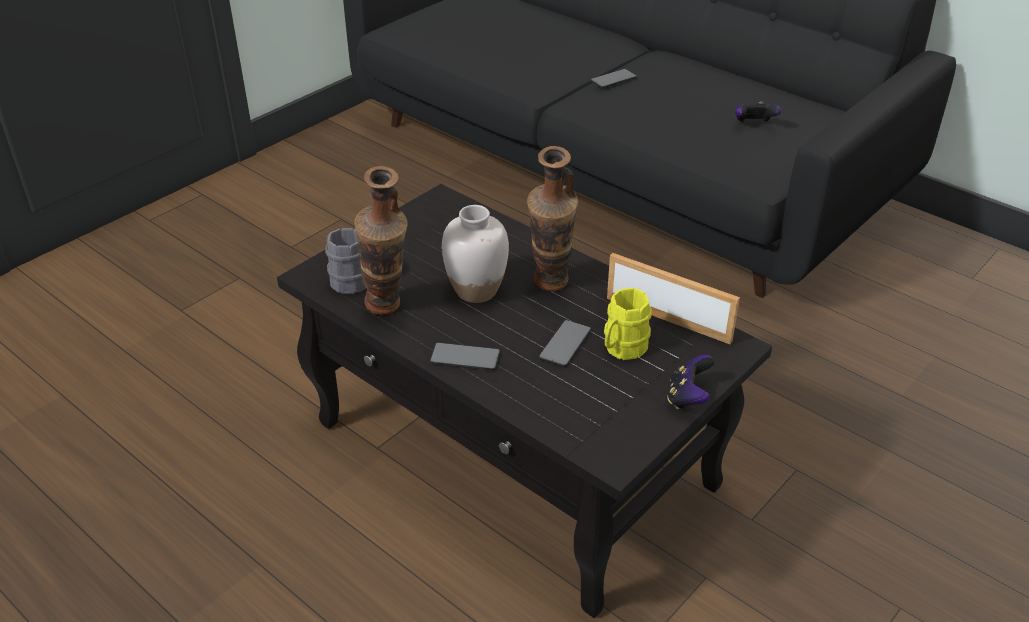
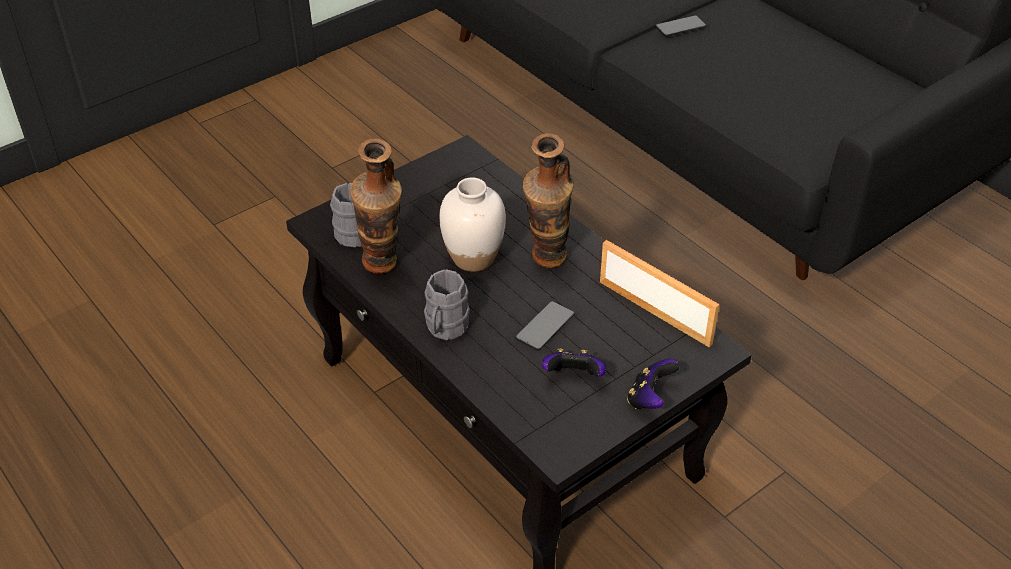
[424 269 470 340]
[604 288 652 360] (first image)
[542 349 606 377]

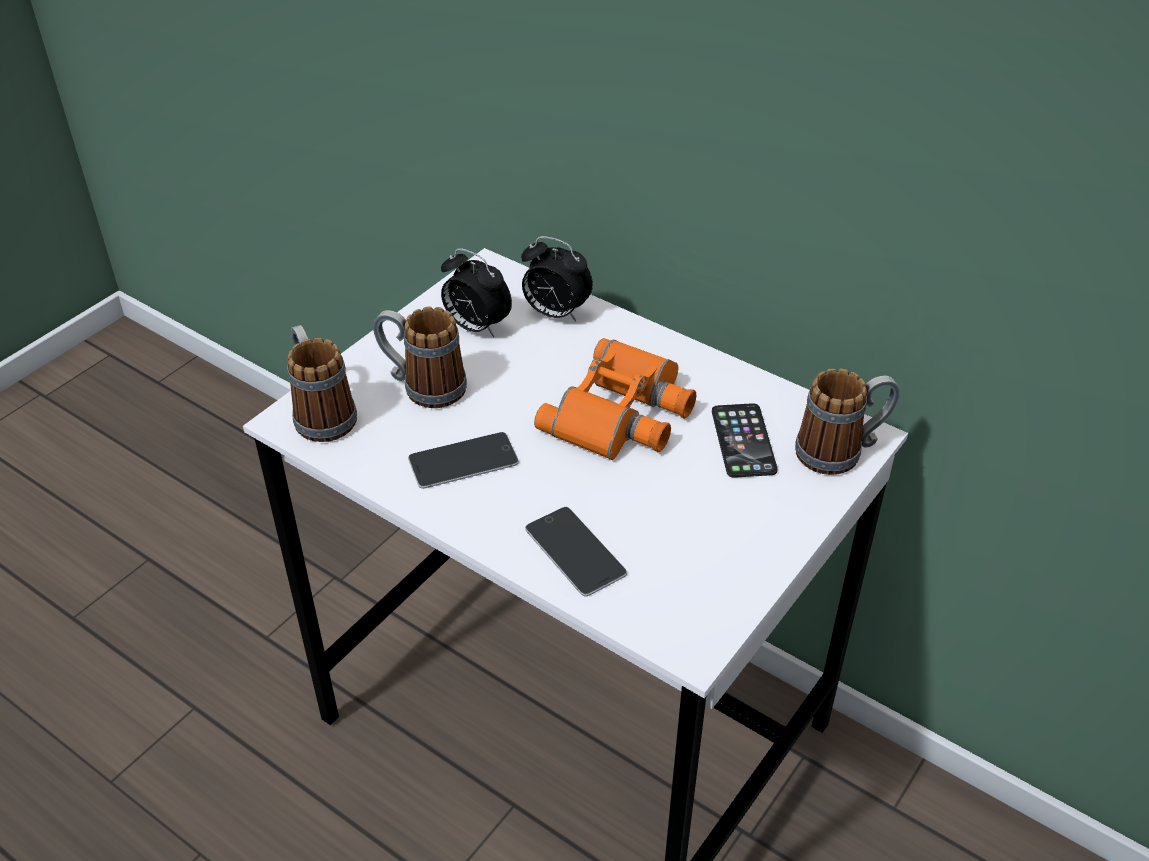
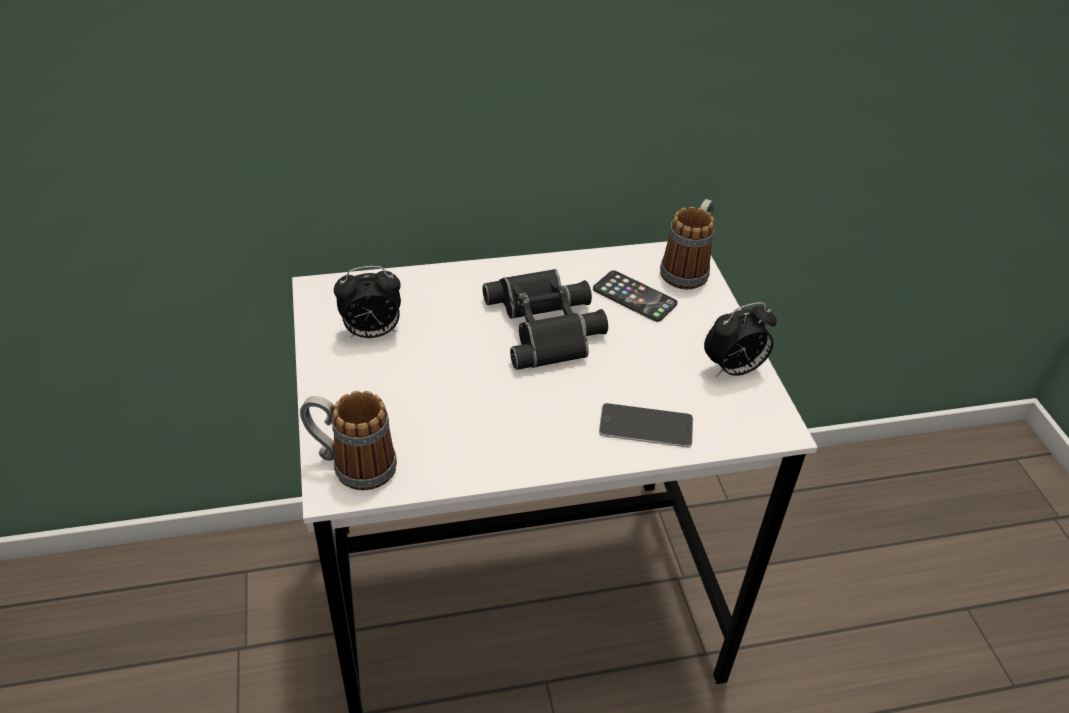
[373 307 467 408] (first image)
[408 432 519 489] (first image)
[704 302 777 377]
[483 269 608 370]

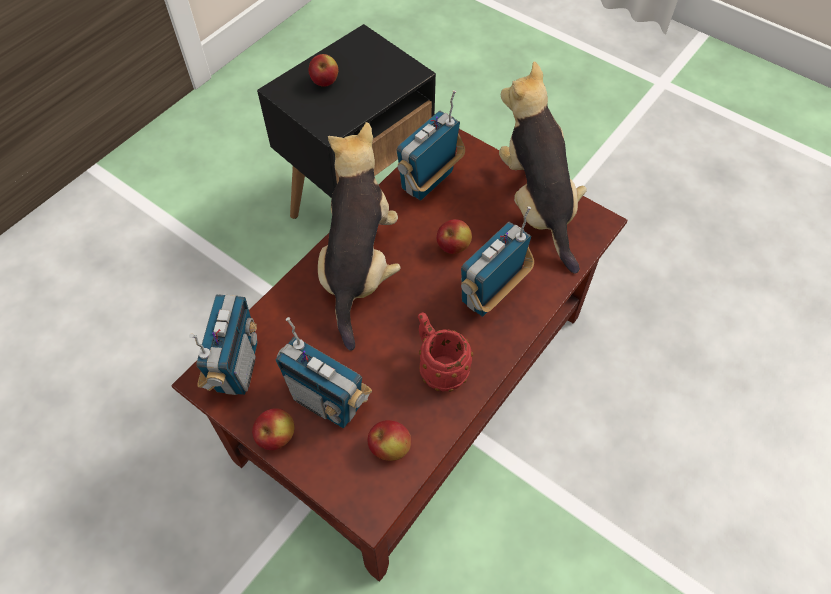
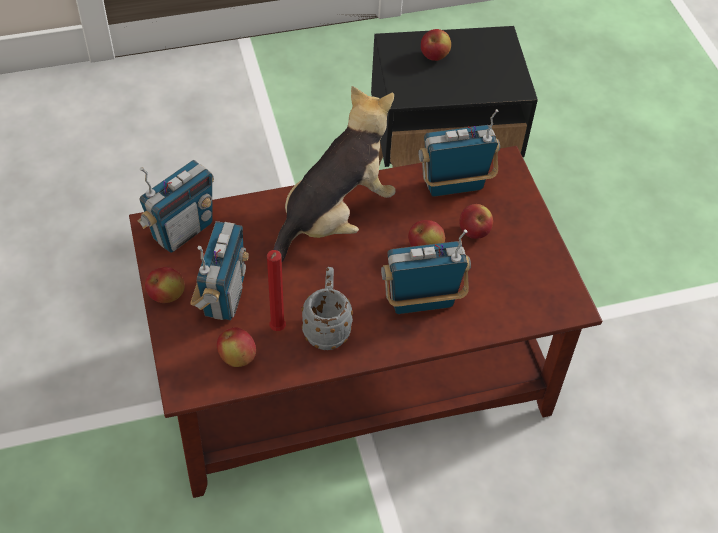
[191 221 249 320]
[301 267 353 350]
[499 61 587 274] (first image)
[267 250 286 331]
[459 204 493 239]

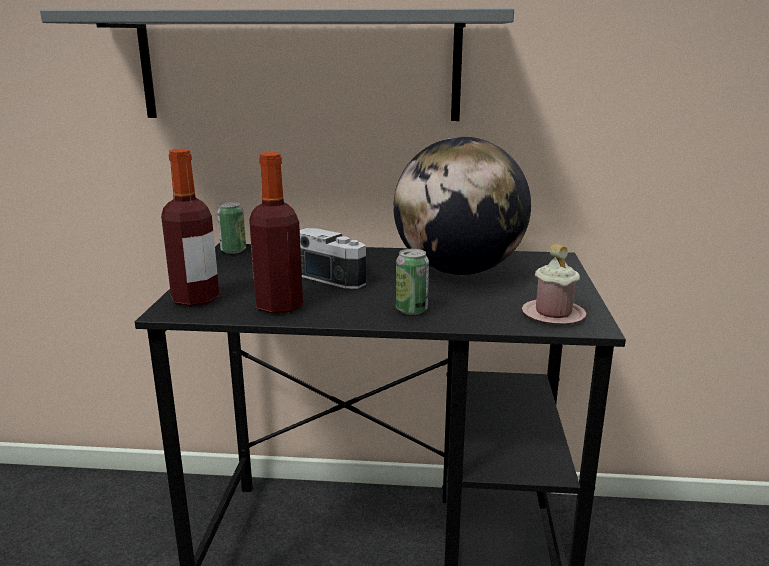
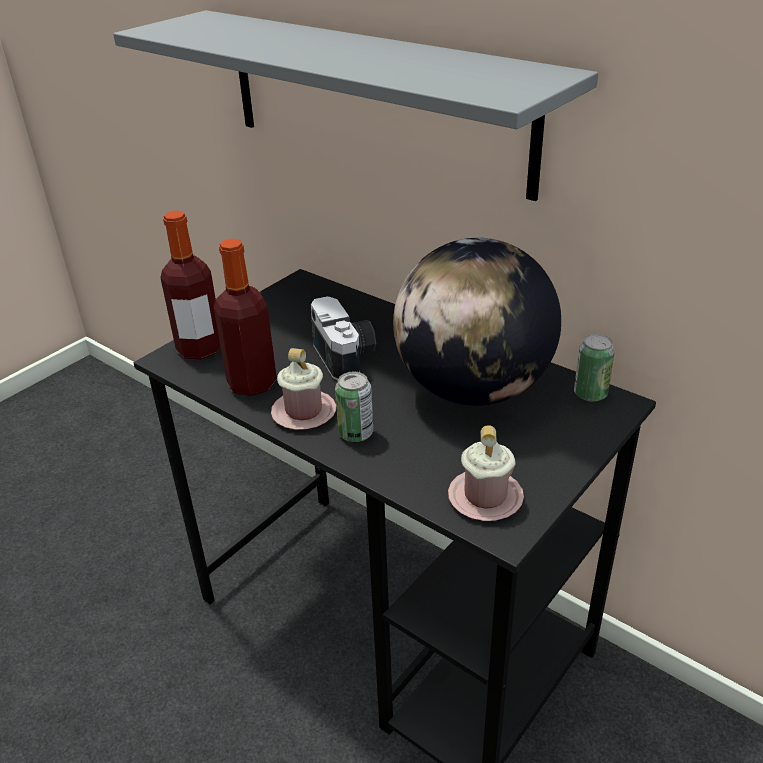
[574 334 615 402]
[271 348 336 430]

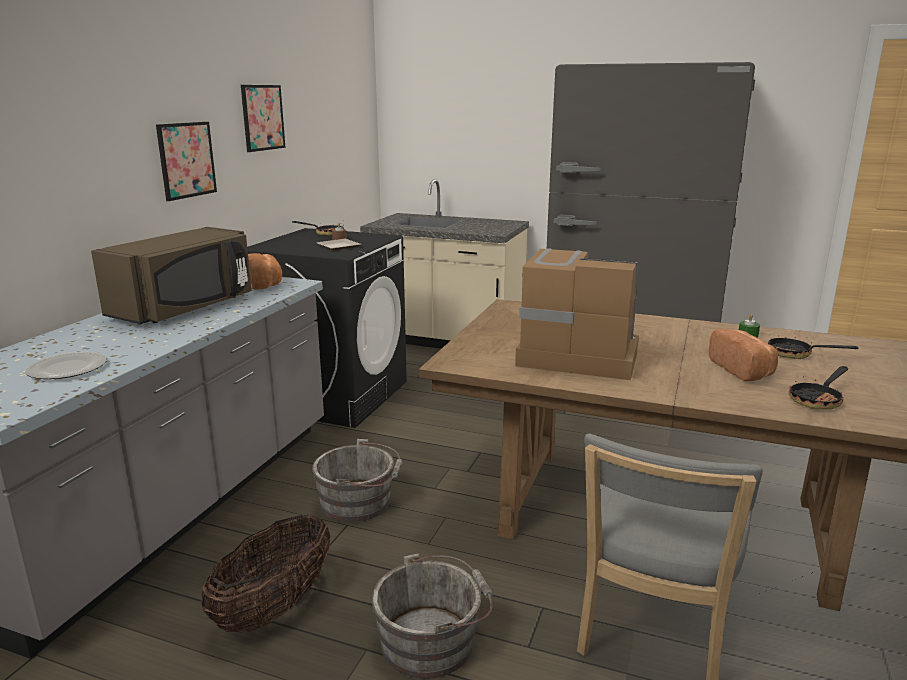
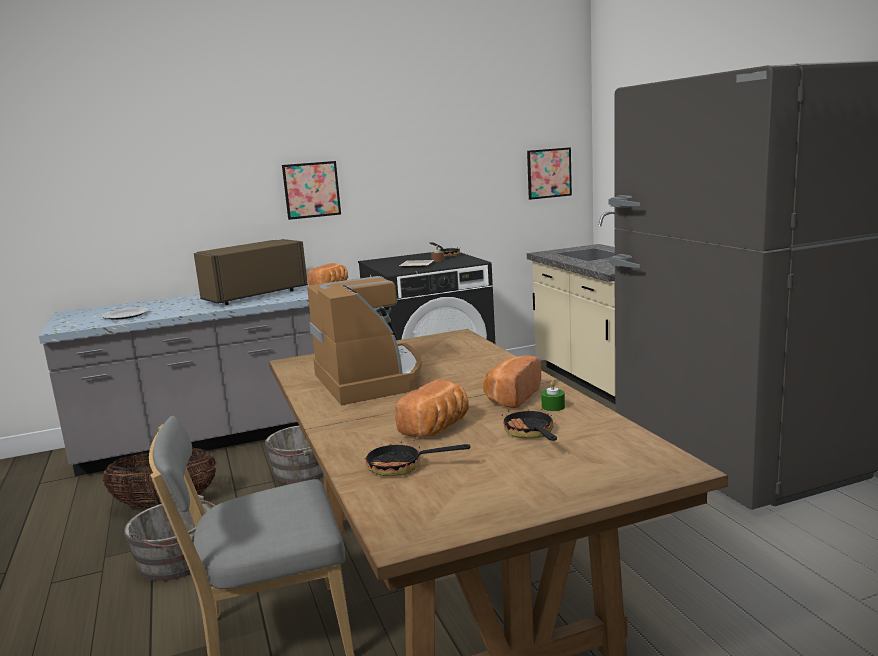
[194 239 308 305]
[527 147 572 200]
[483 355 541 408]

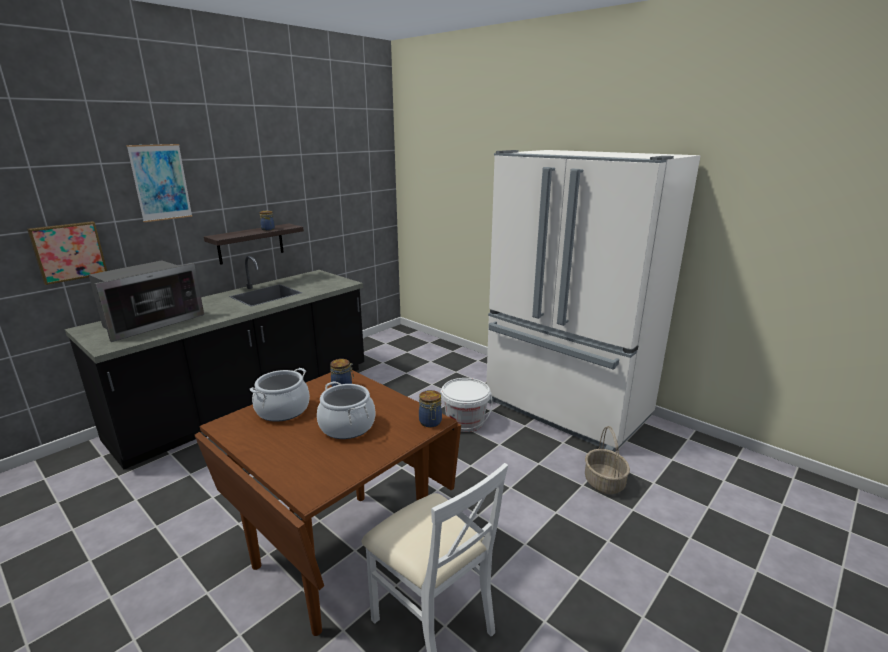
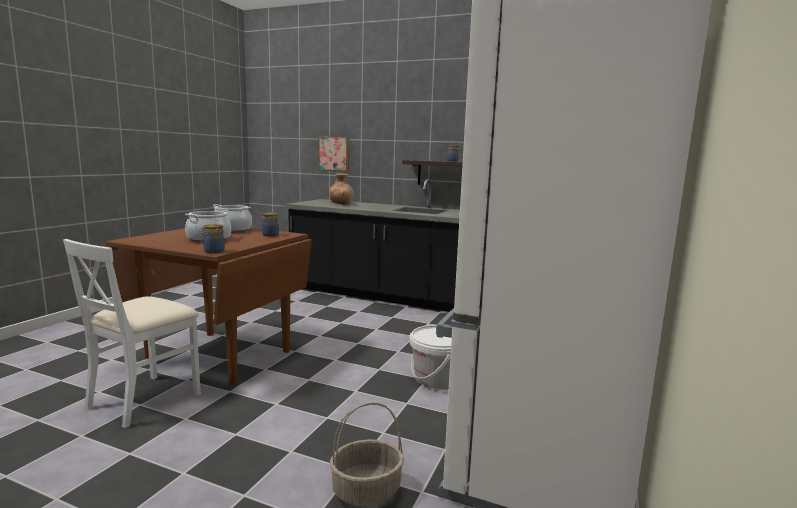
[329 173 354 204]
[126 144 192 222] (first image)

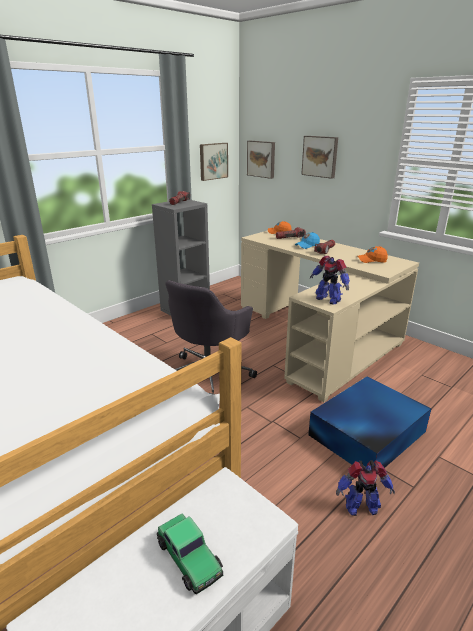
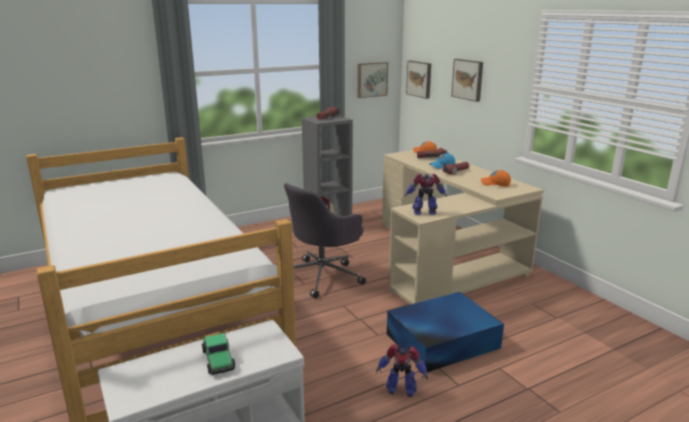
[405 173 447 215]

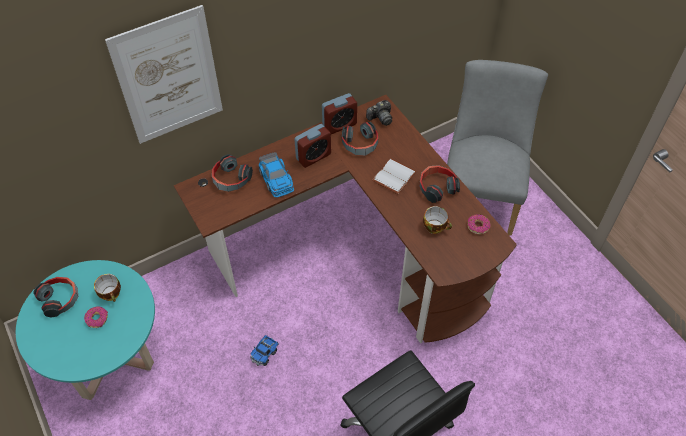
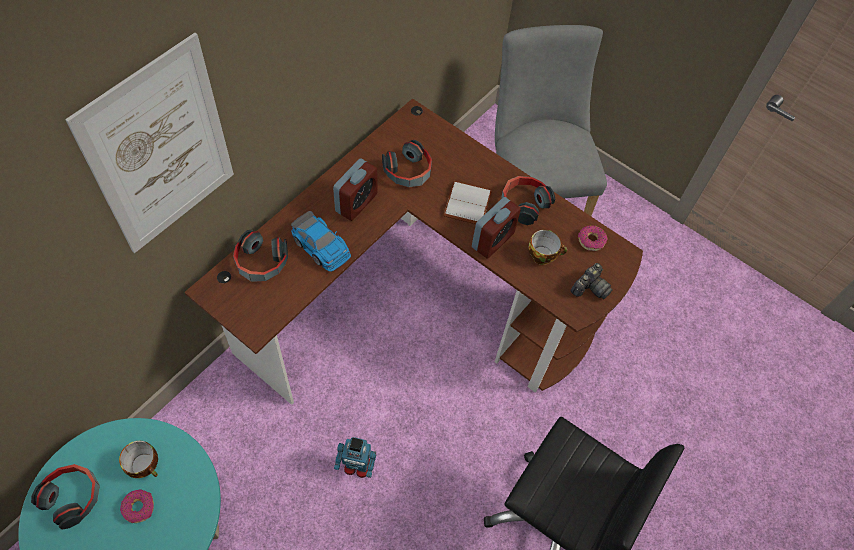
[334 437 376 478]
[472 197 521 259]
[570 263 613 299]

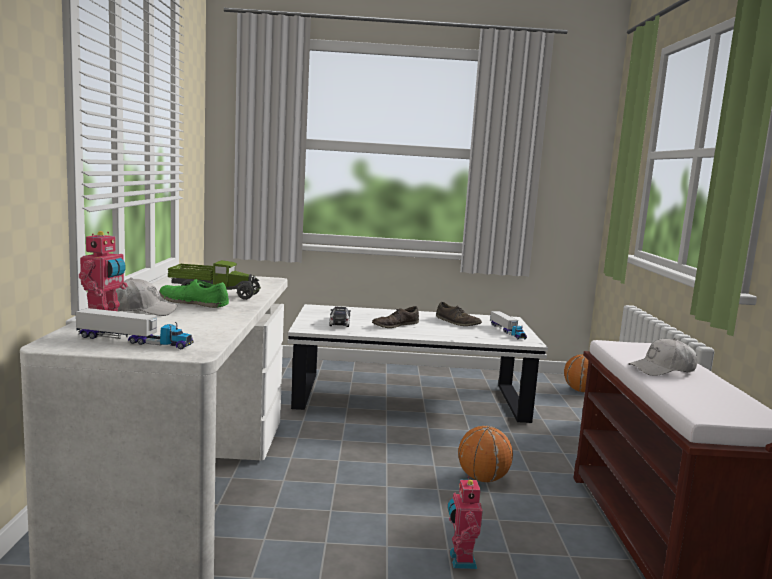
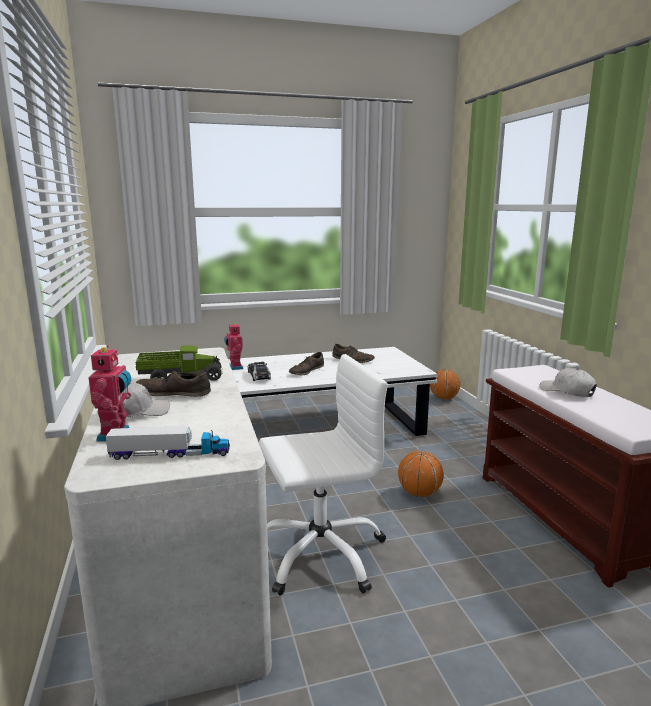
[136 370 211 397]
[224 323 243 370]
[490 311 527 340] (first image)
[539 368 597 397]
[259 354 388 596]

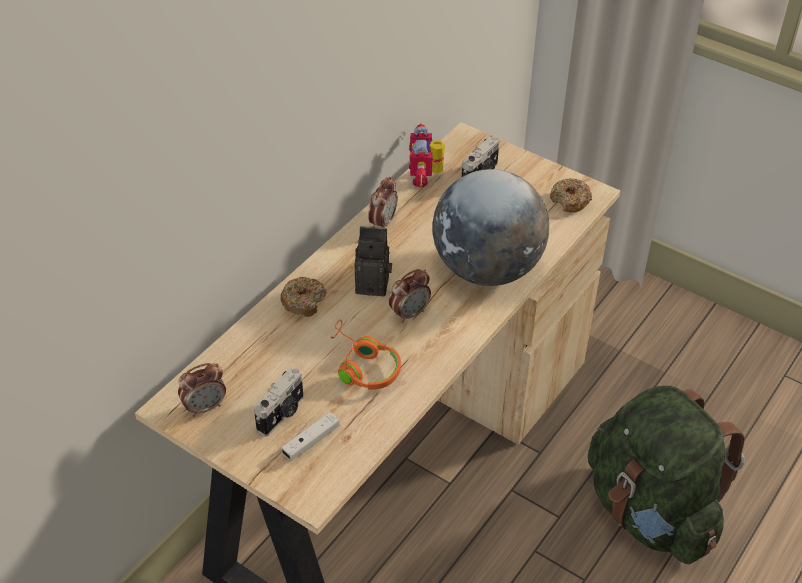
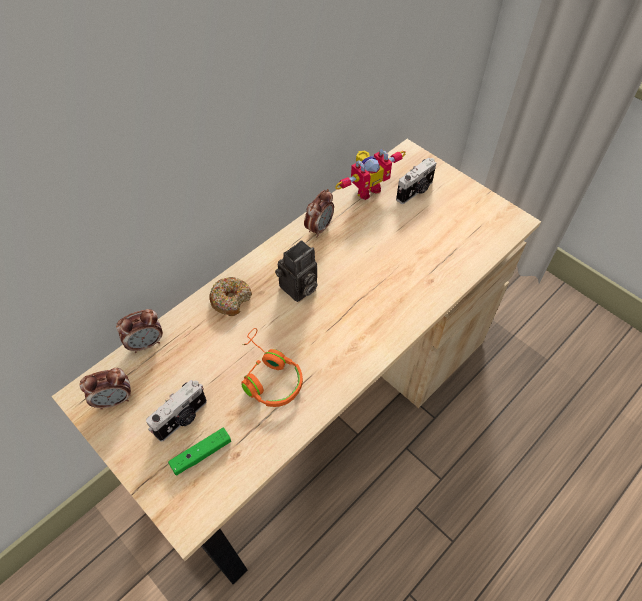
[168 428 231 476]
[275 240 317 302]
[116 309 163 353]
[335 149 406 200]
[432 169 549 286] (first image)
[550 178 592 212] (first image)
[588 386 745 564] (first image)

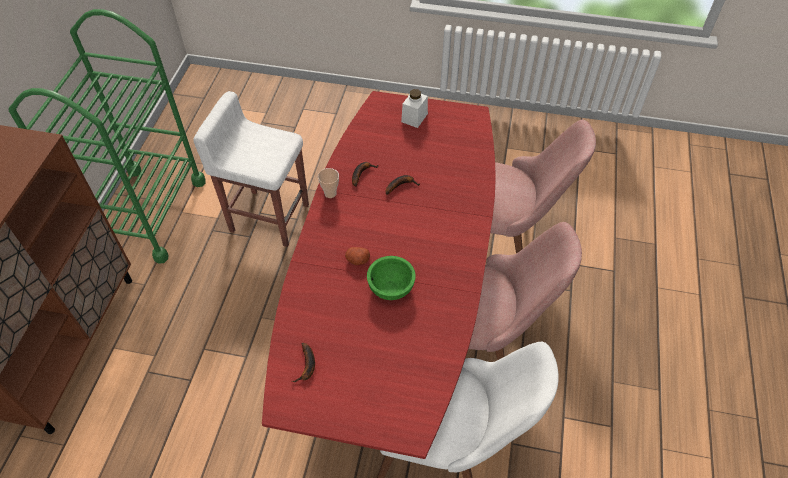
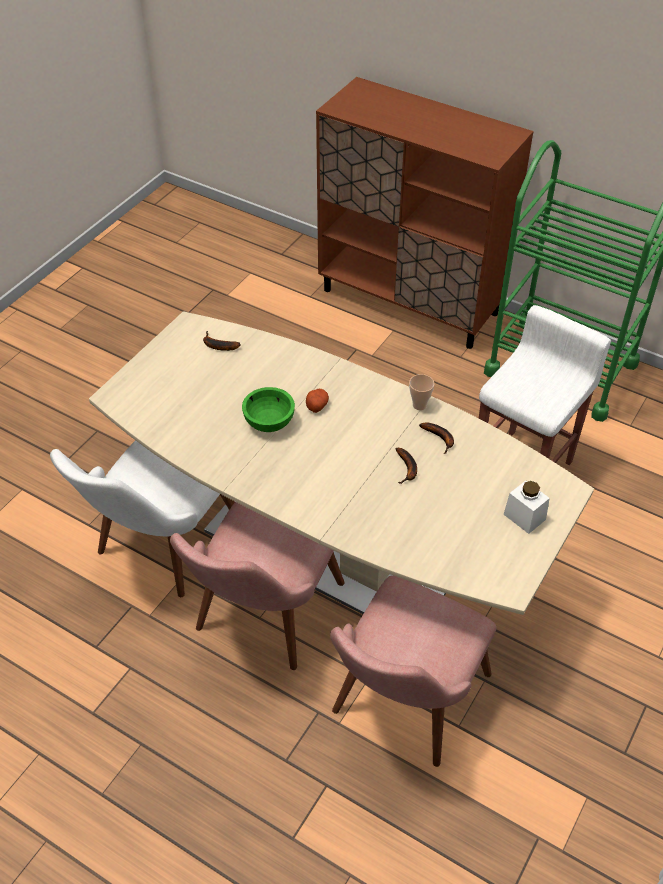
[89 311 594 615]

